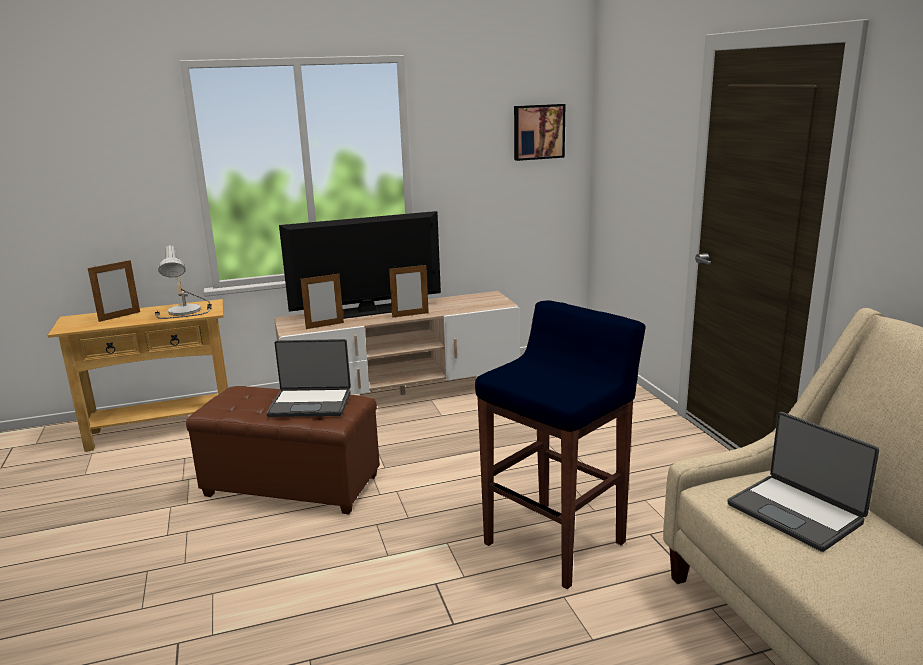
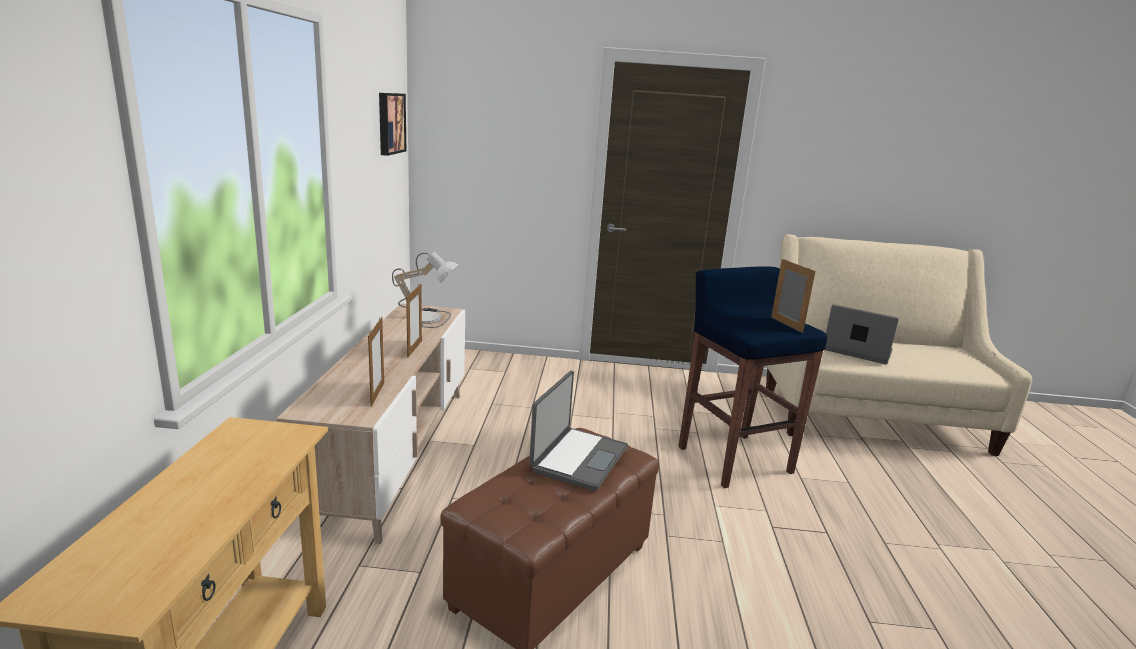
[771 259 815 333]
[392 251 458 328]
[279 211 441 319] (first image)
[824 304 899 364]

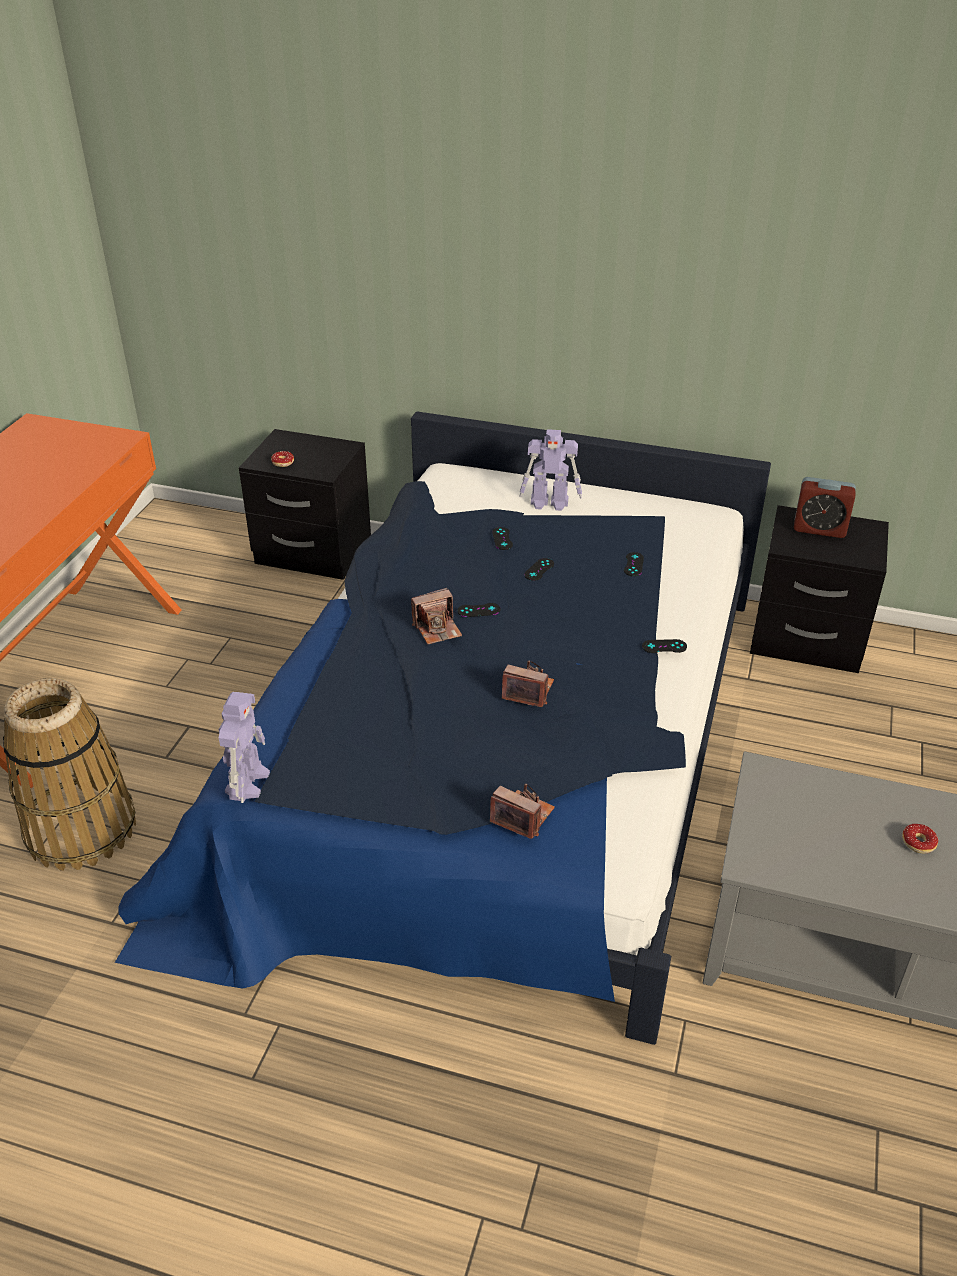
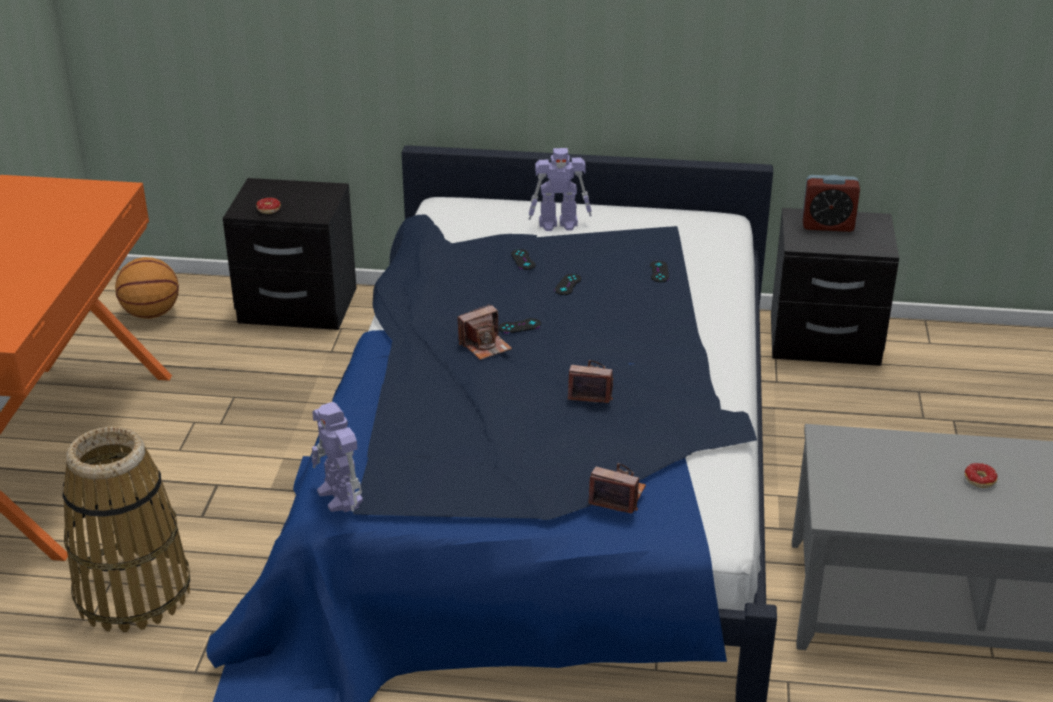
[312 402 363 512]
[642 639 687 653] (first image)
[115 257 179 319]

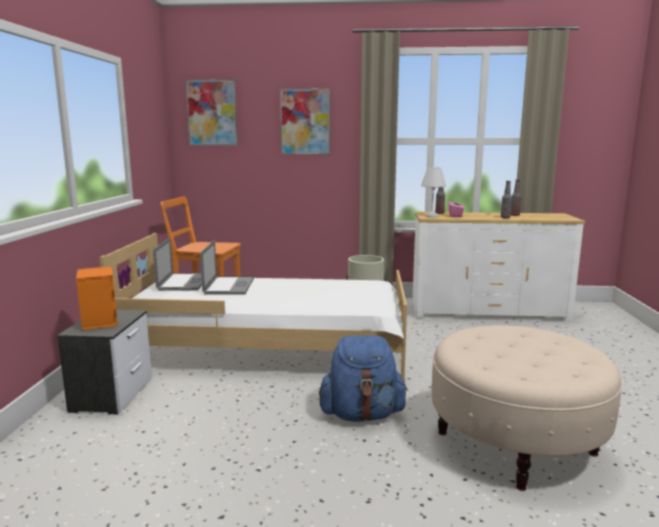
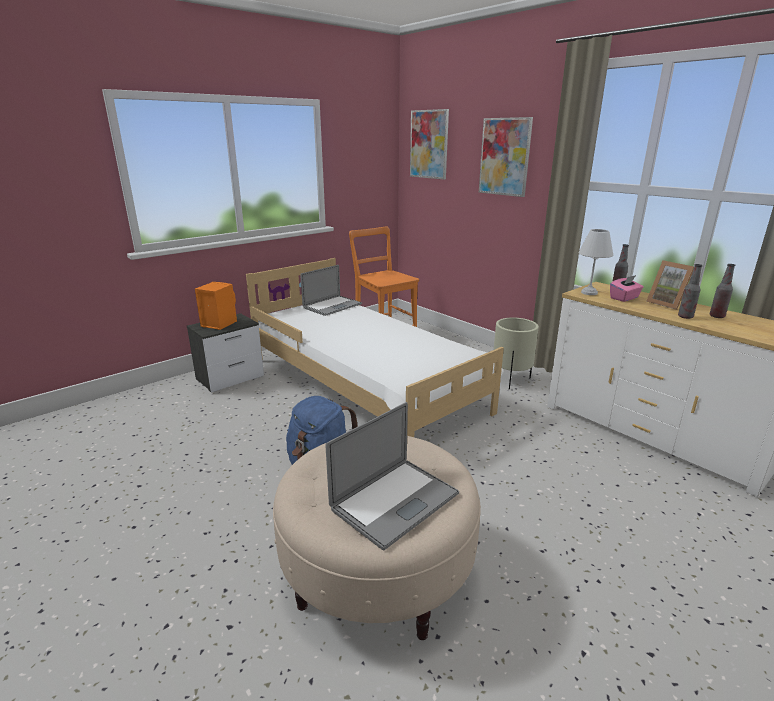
[326 402 459 550]
[646 260 694 310]

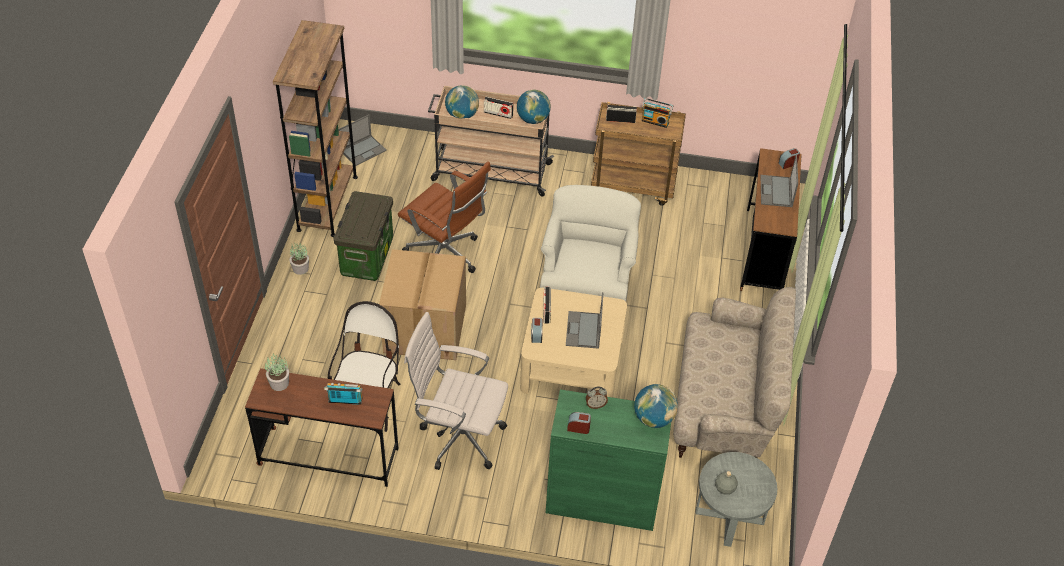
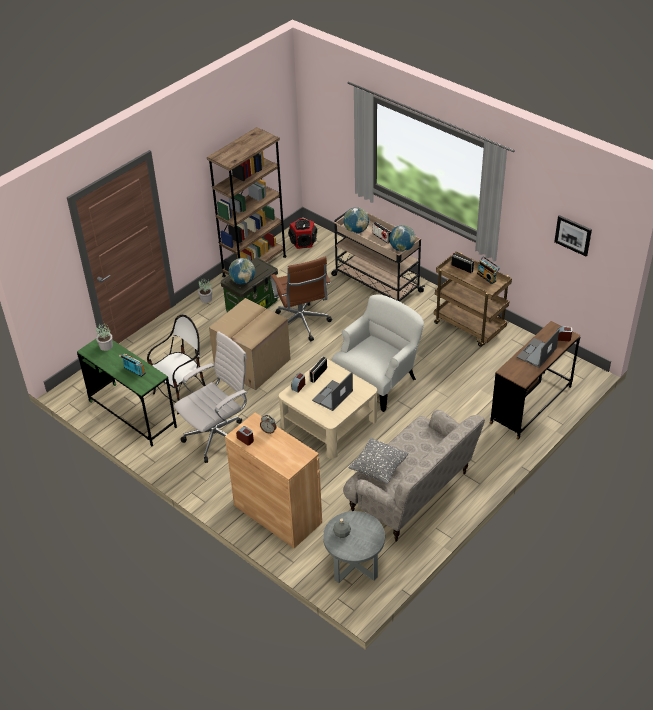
[77 339 177 446]
[288 218 317 249]
[174 331 247 463]
[225 413 322 548]
[229 258 255 284]
[349 438 409 484]
[554 215 592 256]

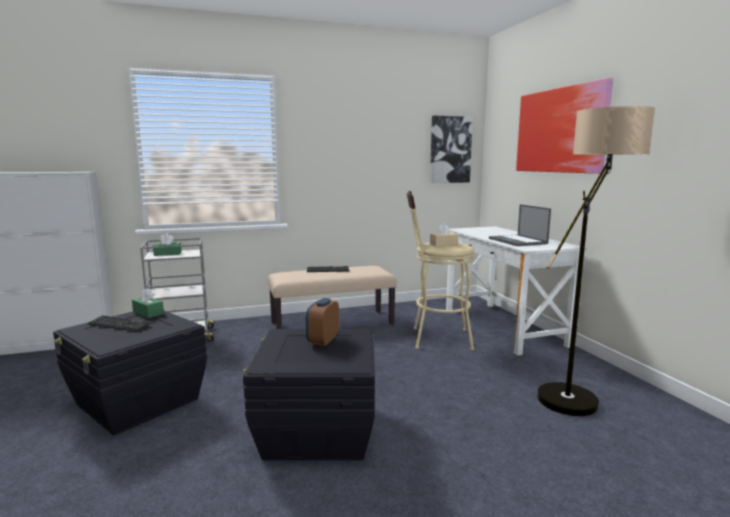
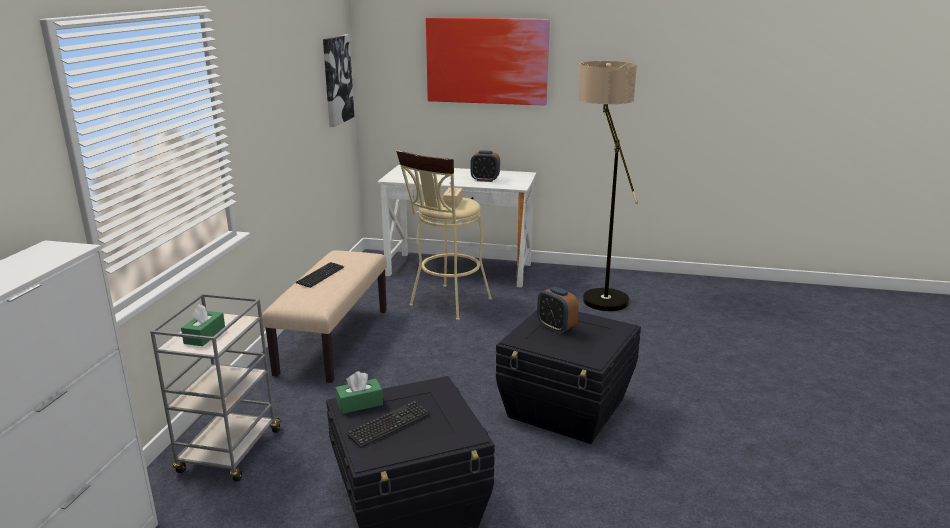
[470 151 500 182]

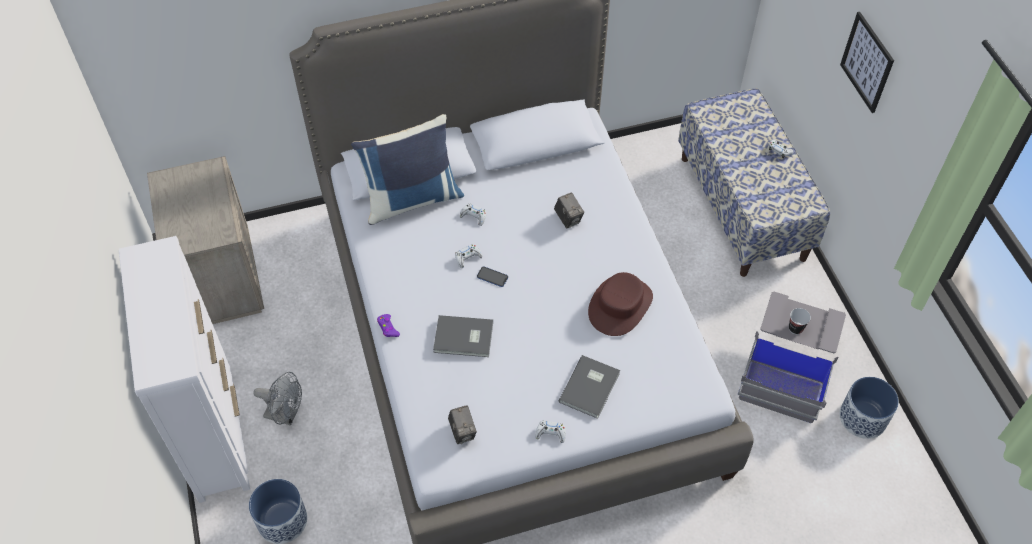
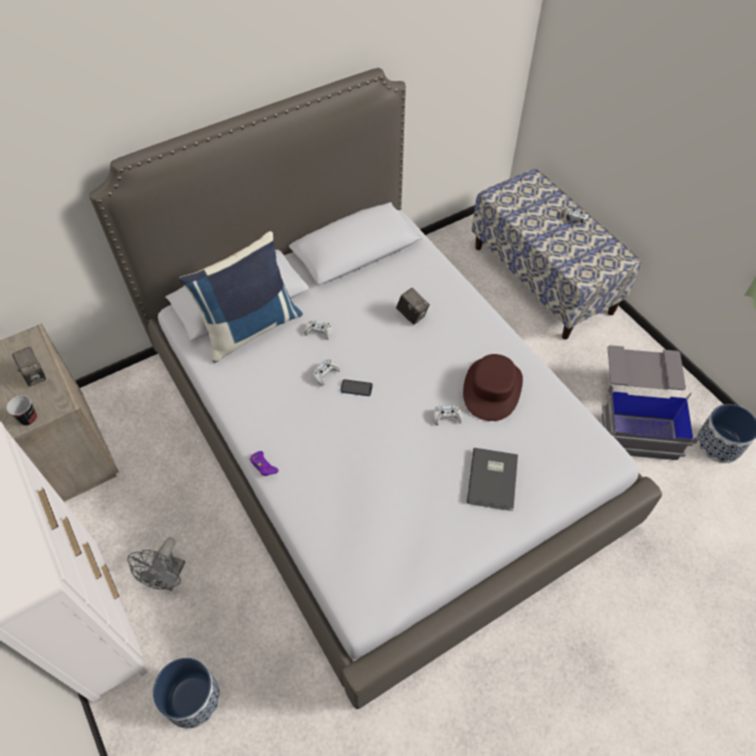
[127 537 185 591]
[433 315 493 357] (first image)
[12 347 46 387]
[433 405 463 425]
[7 395 37 426]
[840 12 894 113] (first image)

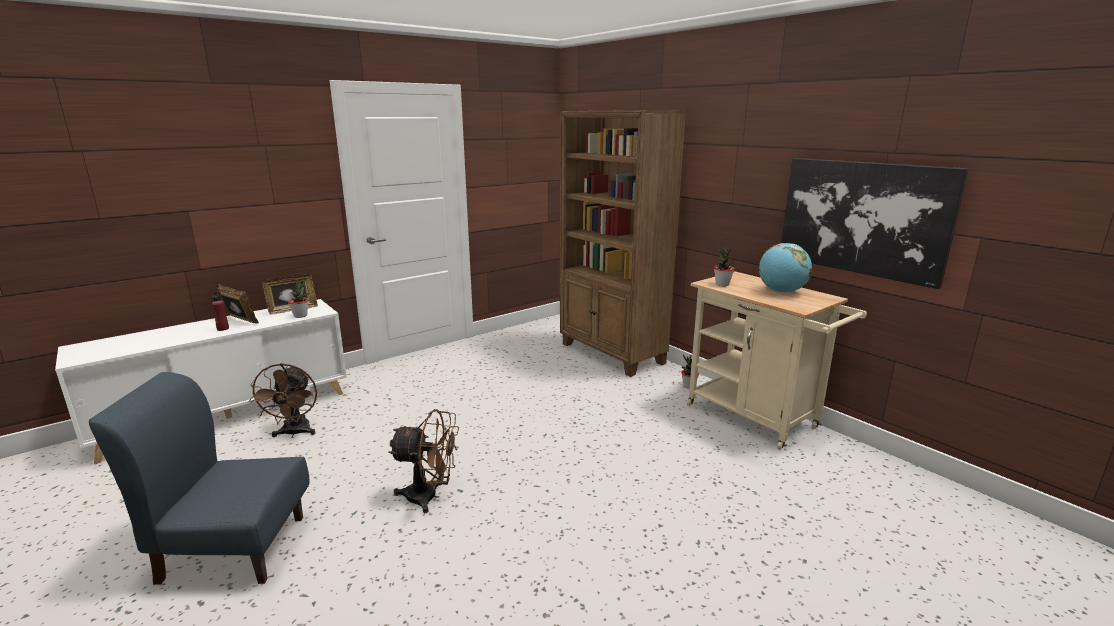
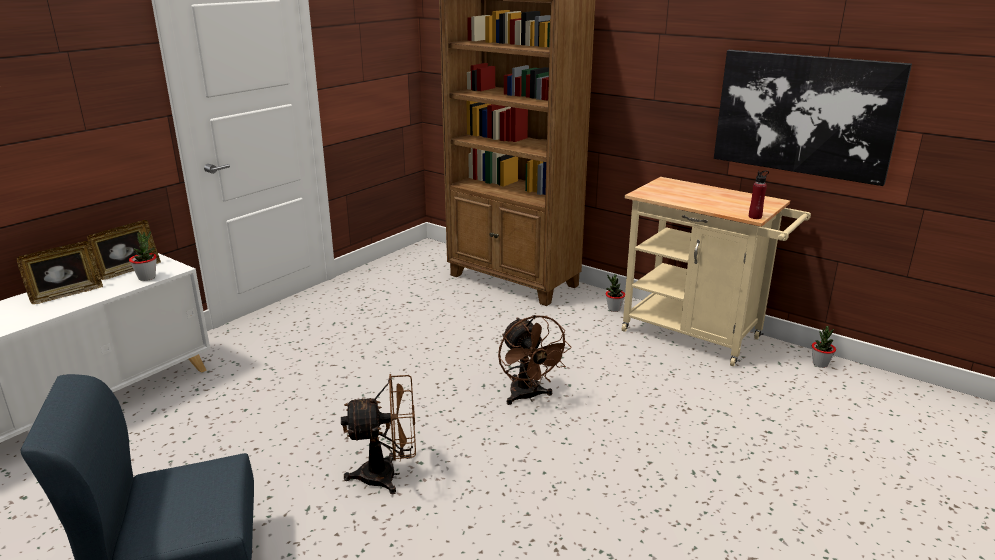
[749 170 769 219]
[17 241 103 304]
[498 315 572 405]
[812 326 836 368]
[759 243 812 293] (first image)

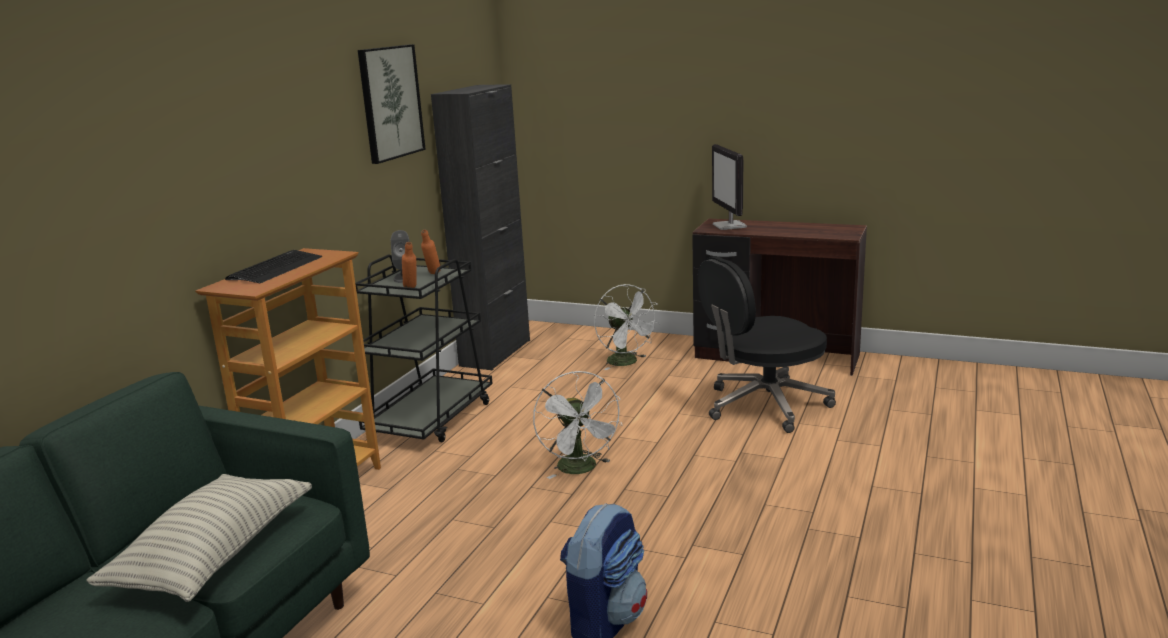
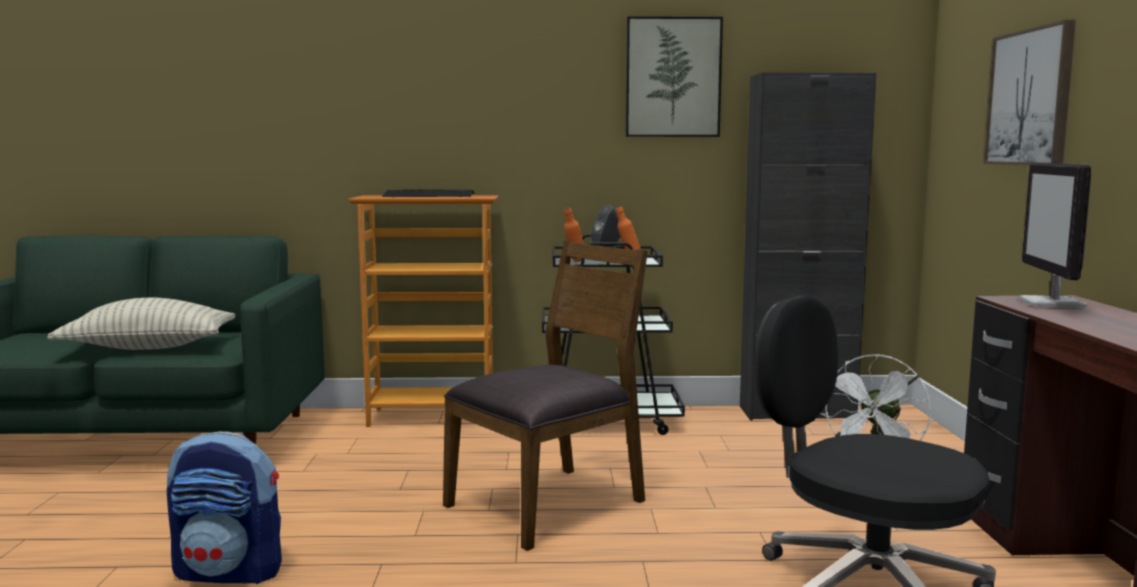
[443 240 648 551]
[1018 163 1091 308]
[983 20 1076 165]

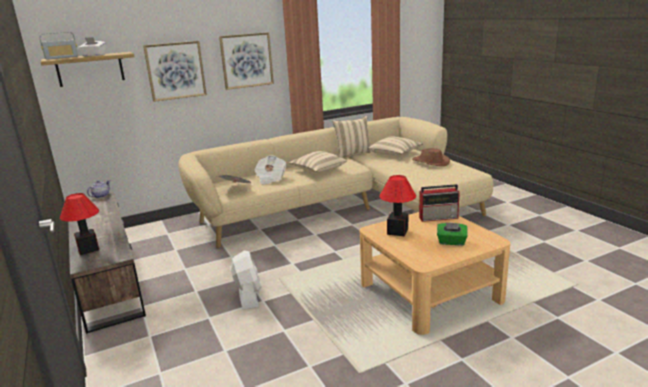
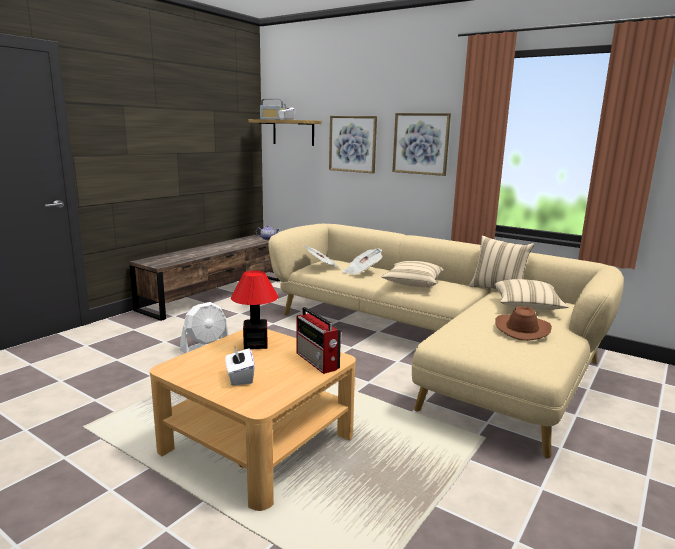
[60 193 99 255] (first image)
[225 347 254 386]

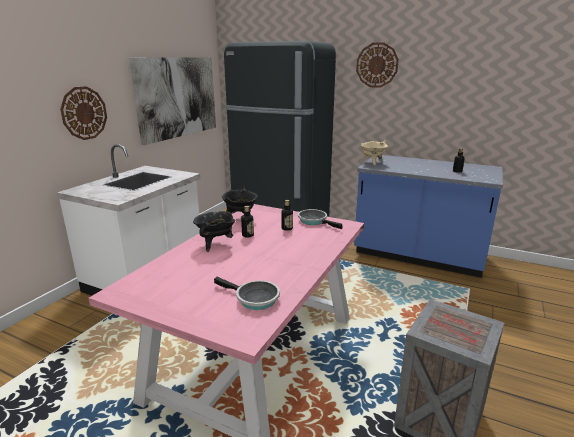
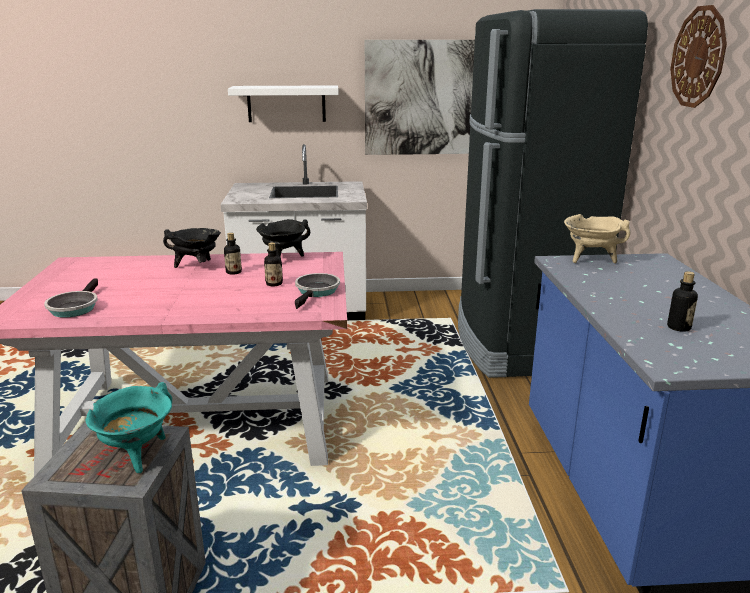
[228 85 339 122]
[86 382 172 473]

